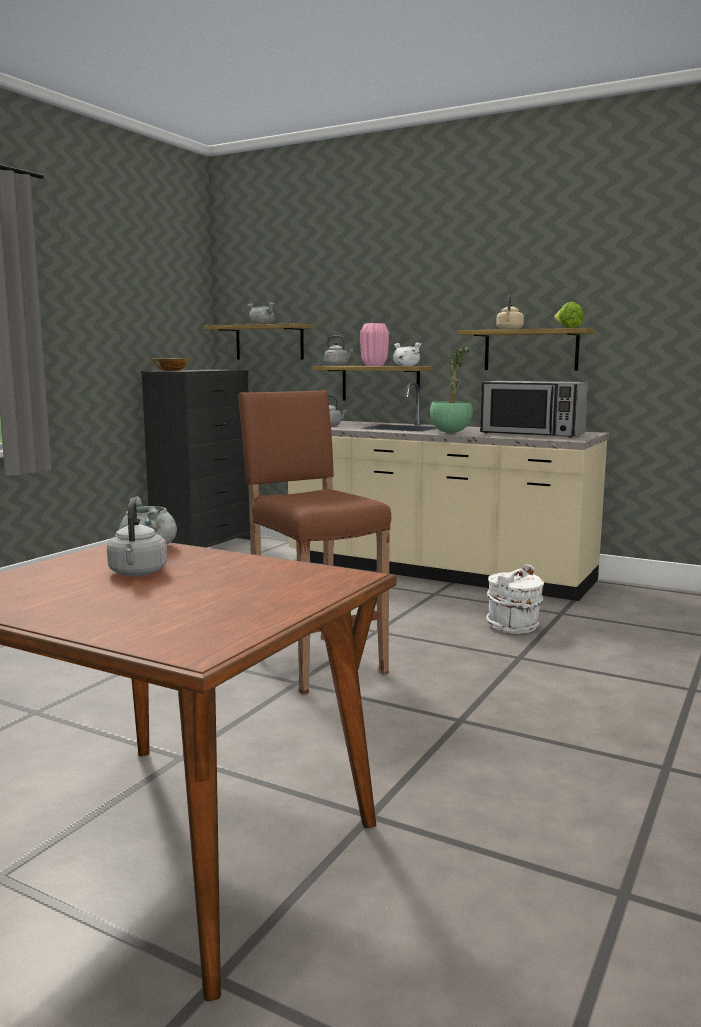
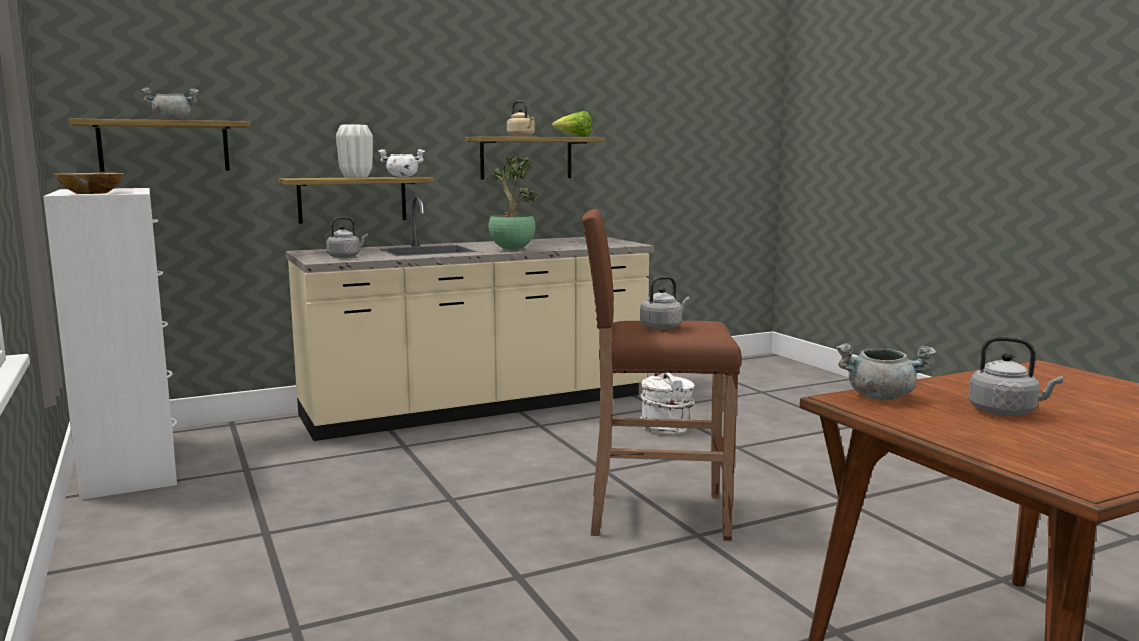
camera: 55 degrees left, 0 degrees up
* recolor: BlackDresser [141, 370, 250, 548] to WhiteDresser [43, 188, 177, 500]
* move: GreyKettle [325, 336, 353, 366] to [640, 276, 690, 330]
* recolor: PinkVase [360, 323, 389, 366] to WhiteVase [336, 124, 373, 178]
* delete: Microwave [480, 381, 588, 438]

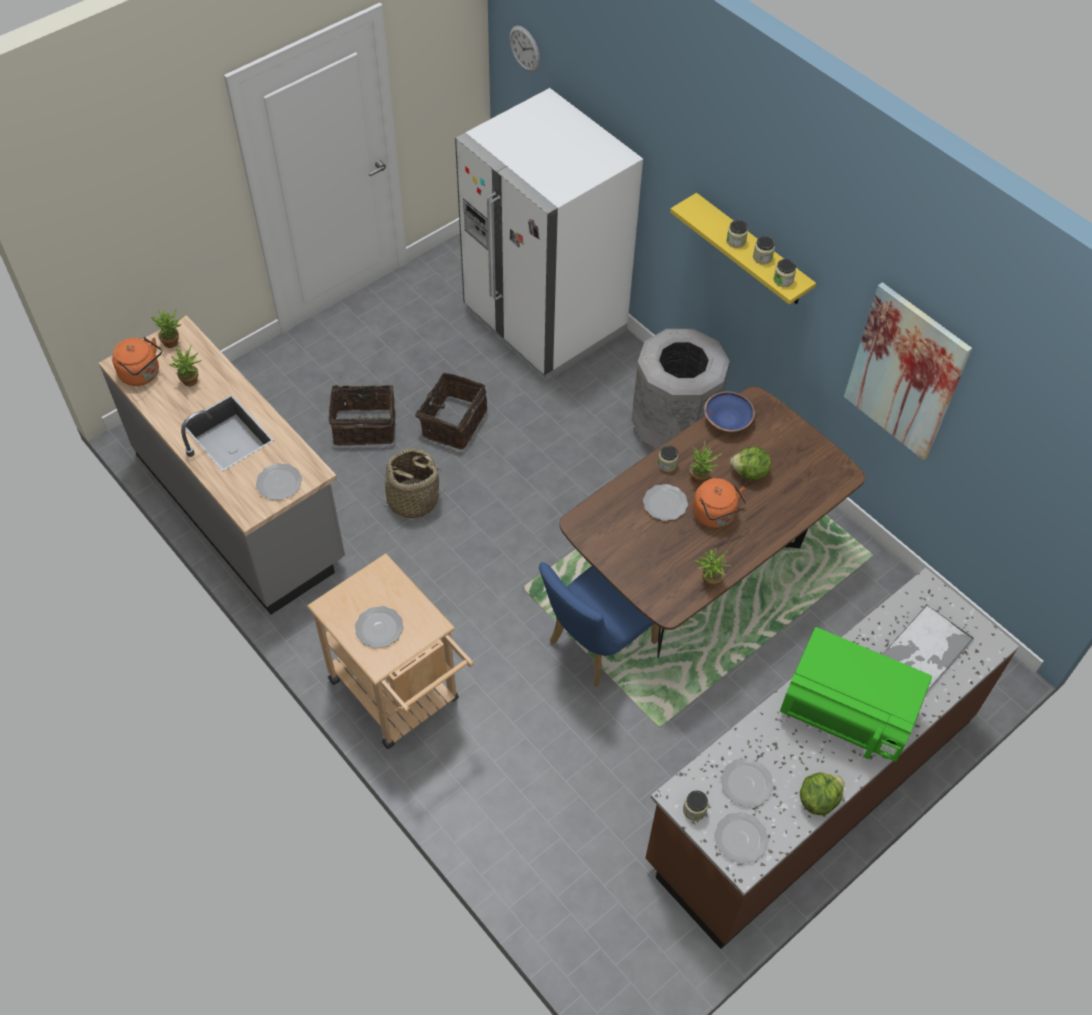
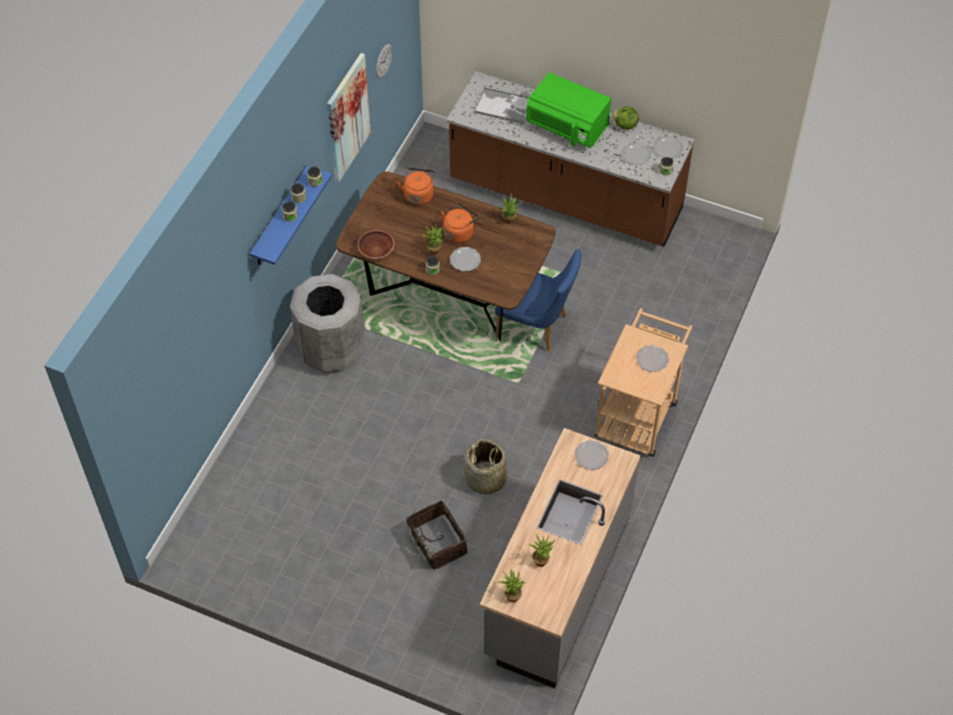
camera: 115 degrees left, 0 degrees up
* move: OrangeKettle [112, 337, 162, 386] to [397, 168, 435, 205]
* delete: Basket [407, 373, 487, 450]
* delete: WhiteFridge [455, 88, 643, 381]
* move: WallClock [509, 26, 540, 72] to [376, 43, 392, 79]
* recolor: YellowShelf [670, 193, 816, 305] to BlueShelf [250, 165, 332, 265]
* recolor: BlueBowl [704, 391, 755, 432] to BrownBowl [357, 230, 395, 259]
* delete: Lettuce [730, 447, 771, 481]
* rotate: GreenMicrowave [780, 627, 932, 762] = [526, 72, 611, 148] 120 degrees clockwise

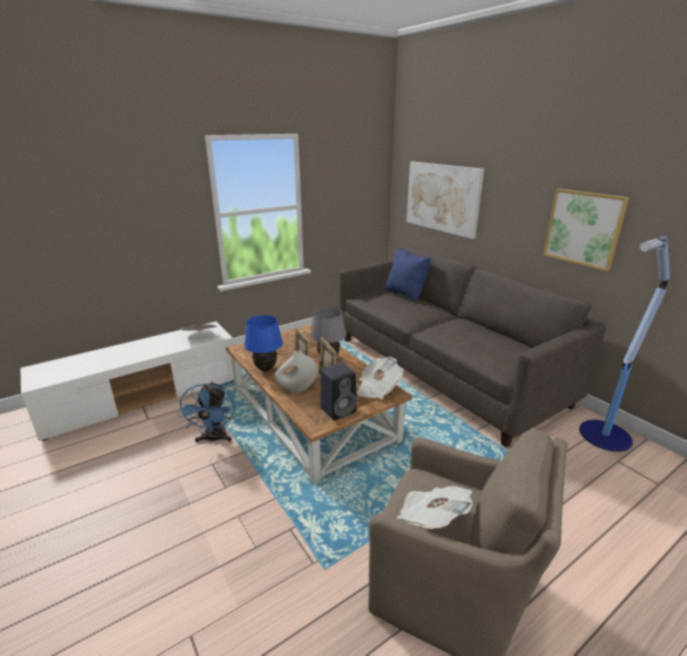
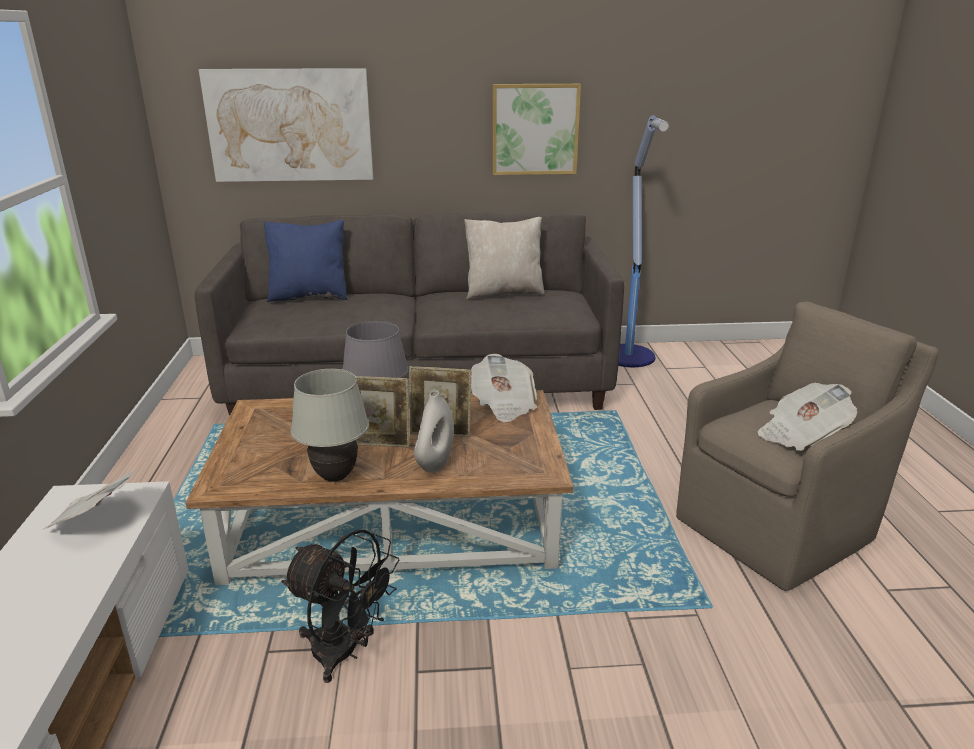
camera: 60 degrees left, 0 degrees up
* recolor: BlueFan [178, 381, 234, 444] to BlackFan [281, 530, 399, 683]
* recolor: BlueTableLamp [244, 315, 283, 371] to WhiteTableLamp [291, 369, 369, 482]
* delete: BlackSpeaker [321, 363, 357, 421]
* insert: BeigePillow [464, 217, 545, 299]

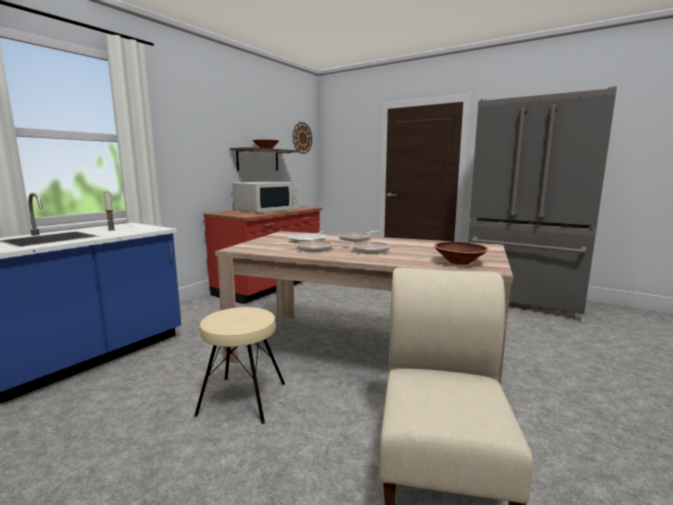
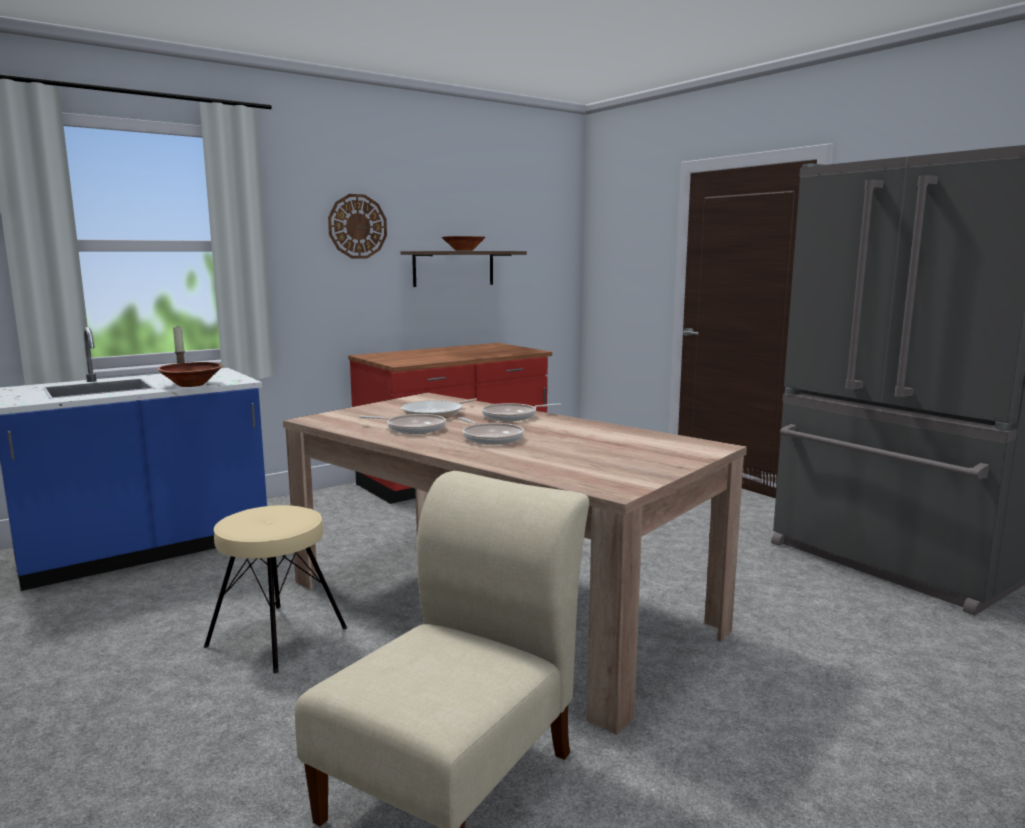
camera: 20 degrees right, 0 degrees up
* delete: WhiteMicrowave [232, 181, 299, 213]
* move: WallClock [293, 122, 312, 154] to [328, 194, 387, 259]
* move: BrownBowl [434, 242, 489, 265] to [157, 362, 222, 387]

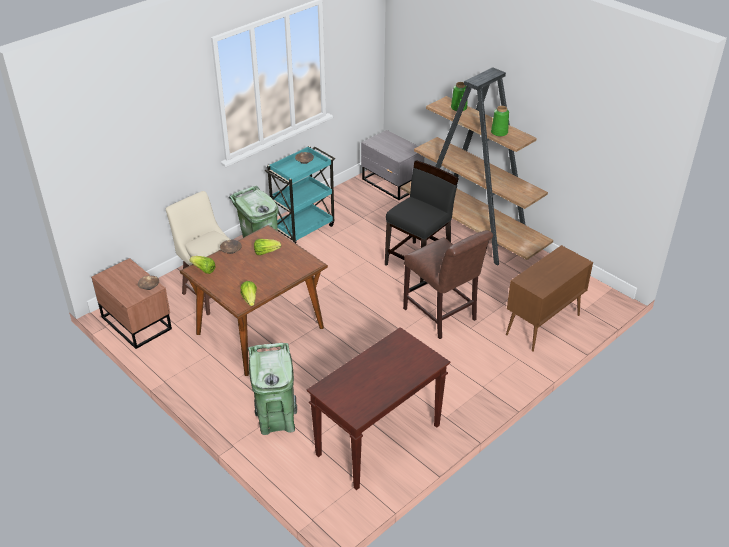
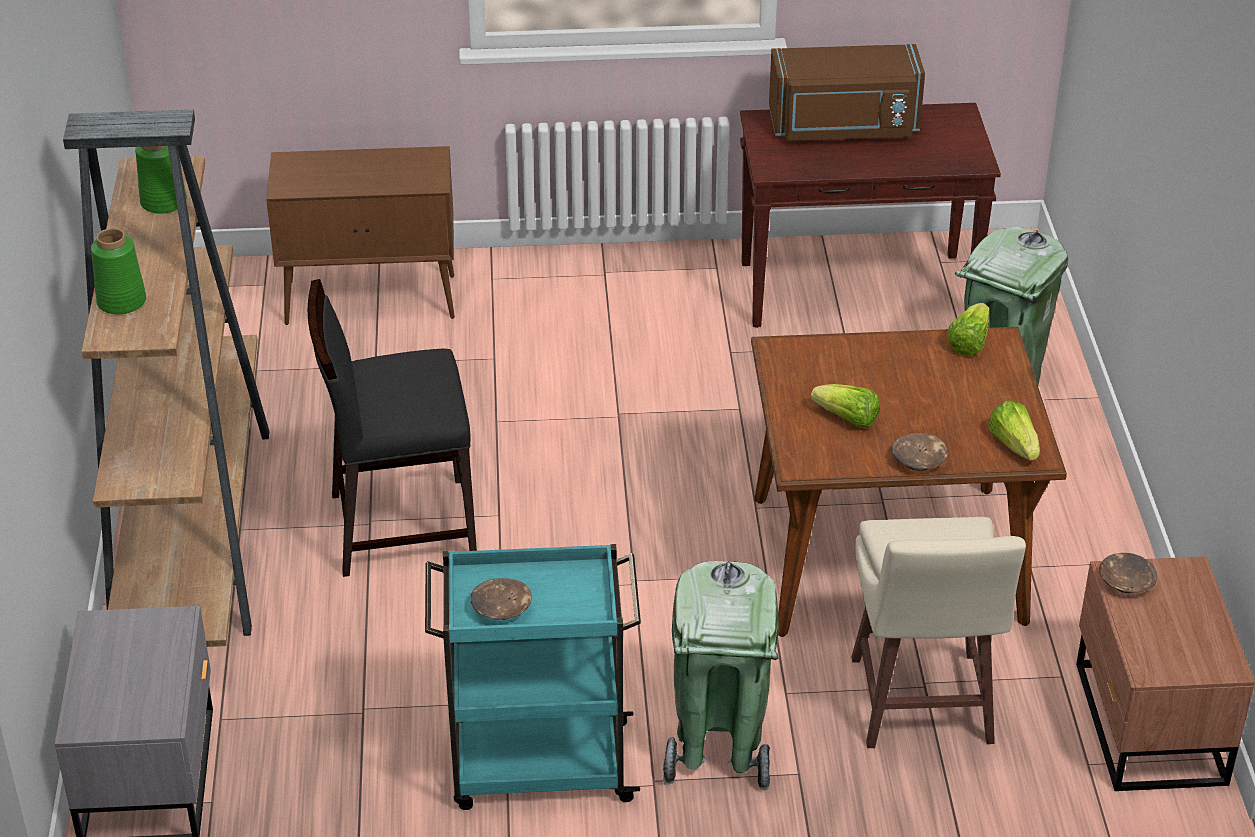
camera: 140 degrees left, 0 degrees up
* delete: BrownChair [403, 230, 493, 339]
* insert: BrownMicrowave [769, 44, 925, 141]

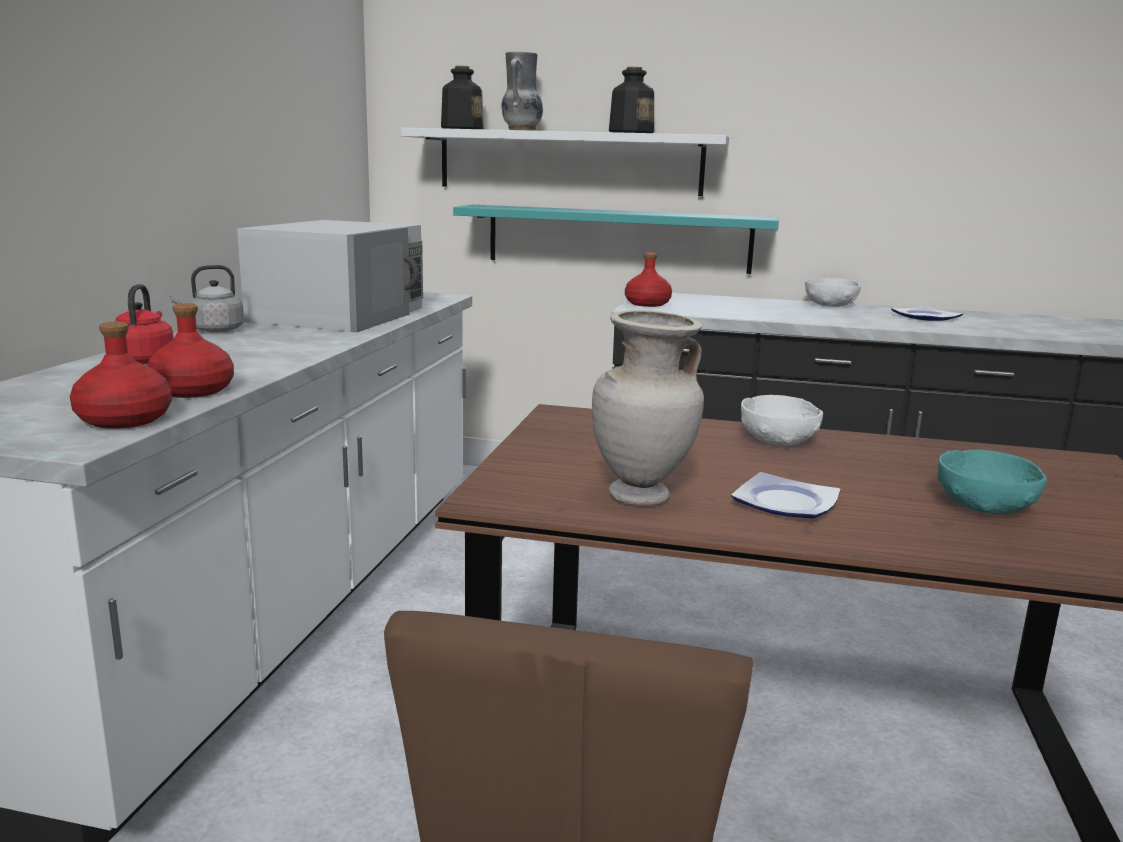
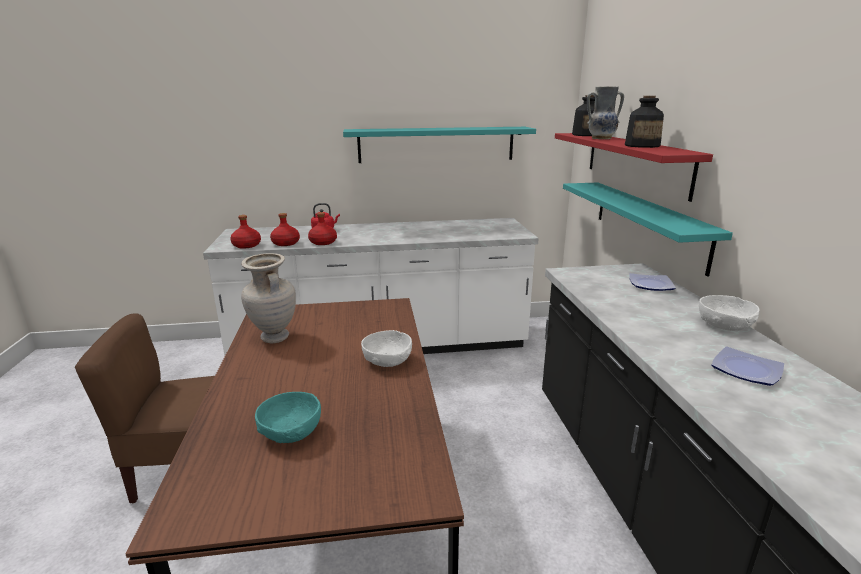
camera: 70 degrees right, 5 degrees up
* delete: GreyKettle [170, 265, 244, 333]
* delete: WhiteMicrowave [237, 220, 423, 332]
* recolor: WhiteShelf [401, 128, 729, 196] to RedShelf [555, 133, 713, 202]
* move: RedBottle [625, 252, 672, 307] to [308, 212, 337, 245]
* move: Plate [731, 472, 841, 518] to [629, 273, 676, 291]
* insert: TurquoiseShelf [343, 127, 536, 163]

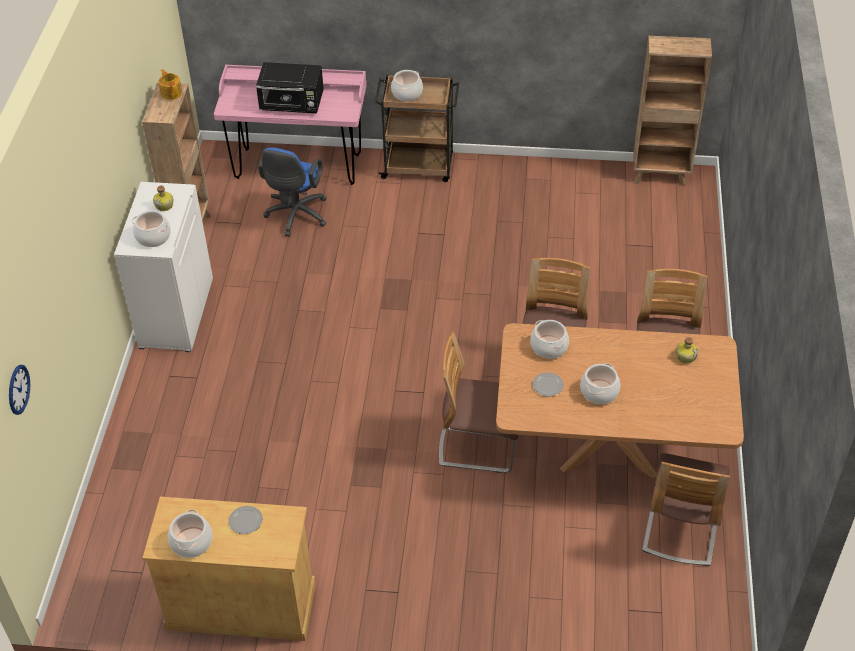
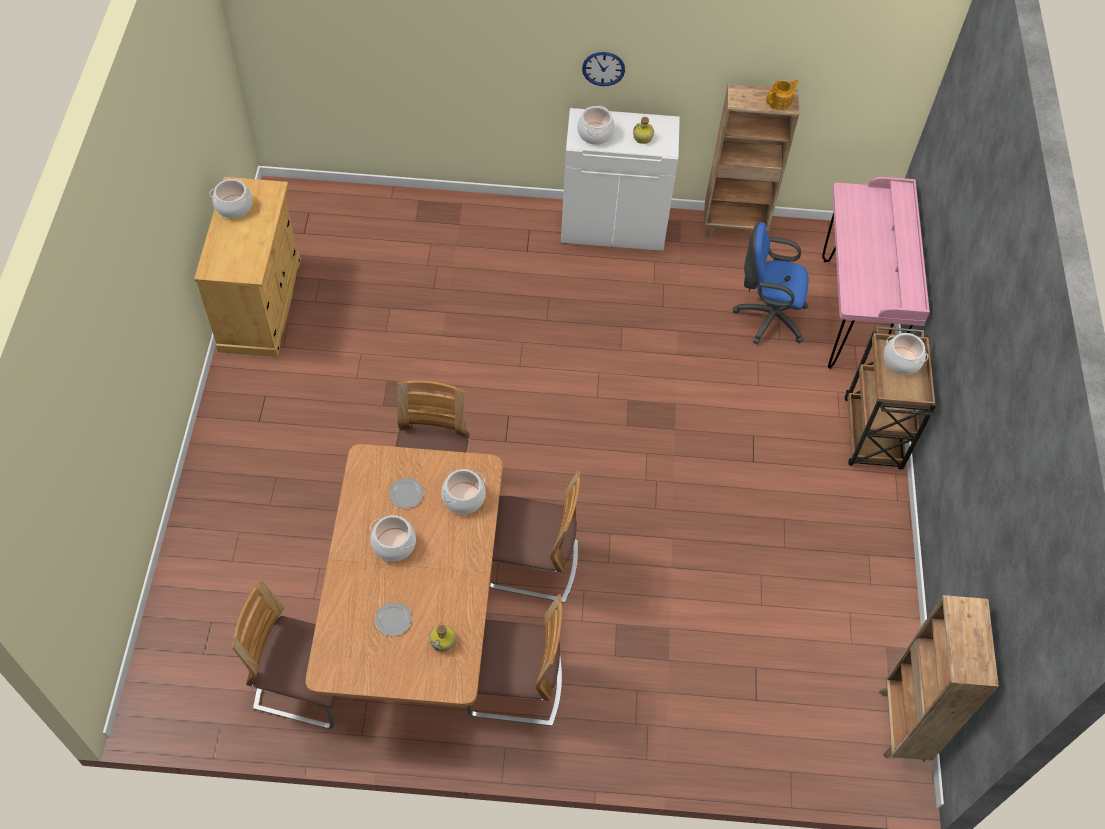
camera: 85 degrees right, 10 degrees up
* move: WallClock [9, 365, 30, 415] to [582, 52, 625, 86]
* move: Plate [228, 506, 263, 534] to [375, 602, 412, 636]
* delete: BlackMicrowave [256, 62, 324, 113]

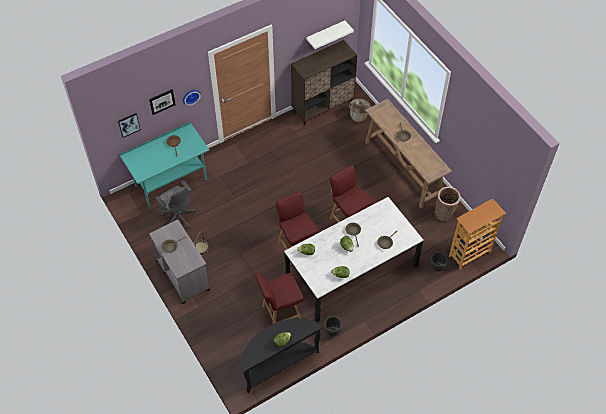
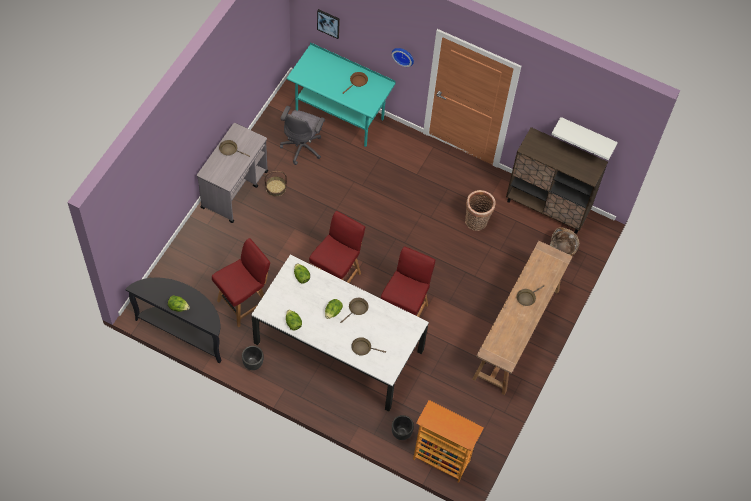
camera: 55 degrees right, 5 degrees up
* delete: Picture [149, 89, 176, 115]
* rotate: RedChair [255, 273, 304, 324] = [212, 238, 270, 327] 105 degrees clockwise
* move: Basket [435, 187, 461, 221] to [465, 190, 496, 231]

